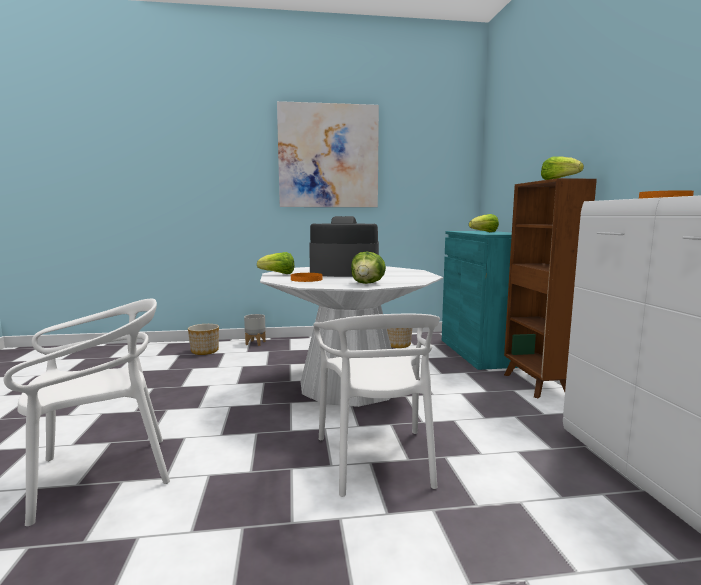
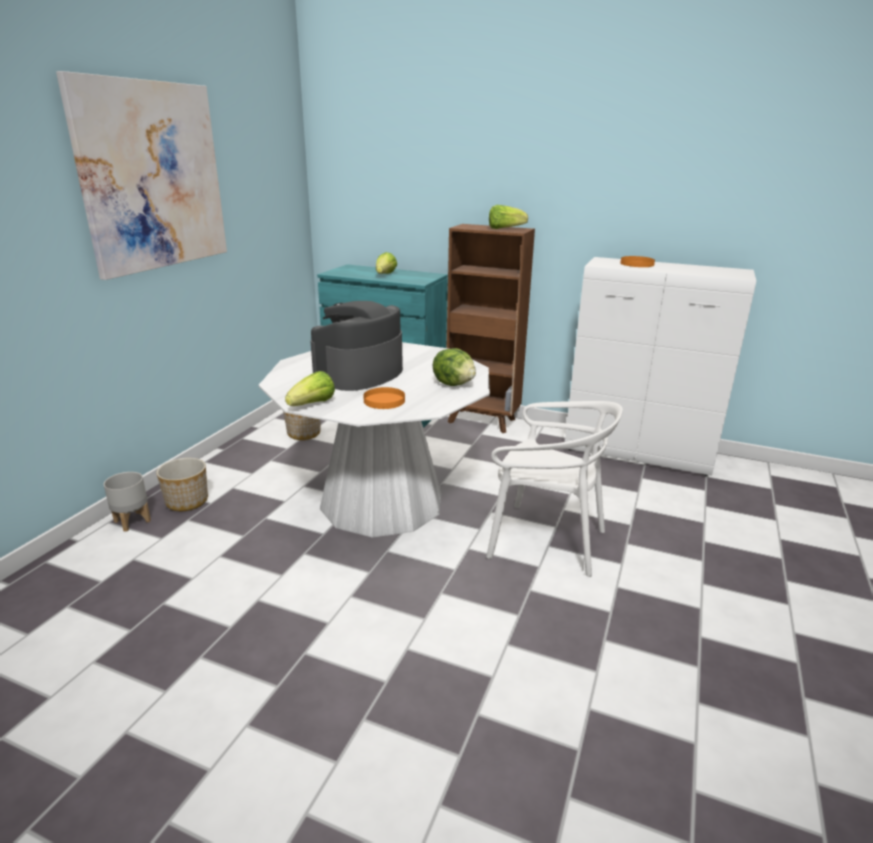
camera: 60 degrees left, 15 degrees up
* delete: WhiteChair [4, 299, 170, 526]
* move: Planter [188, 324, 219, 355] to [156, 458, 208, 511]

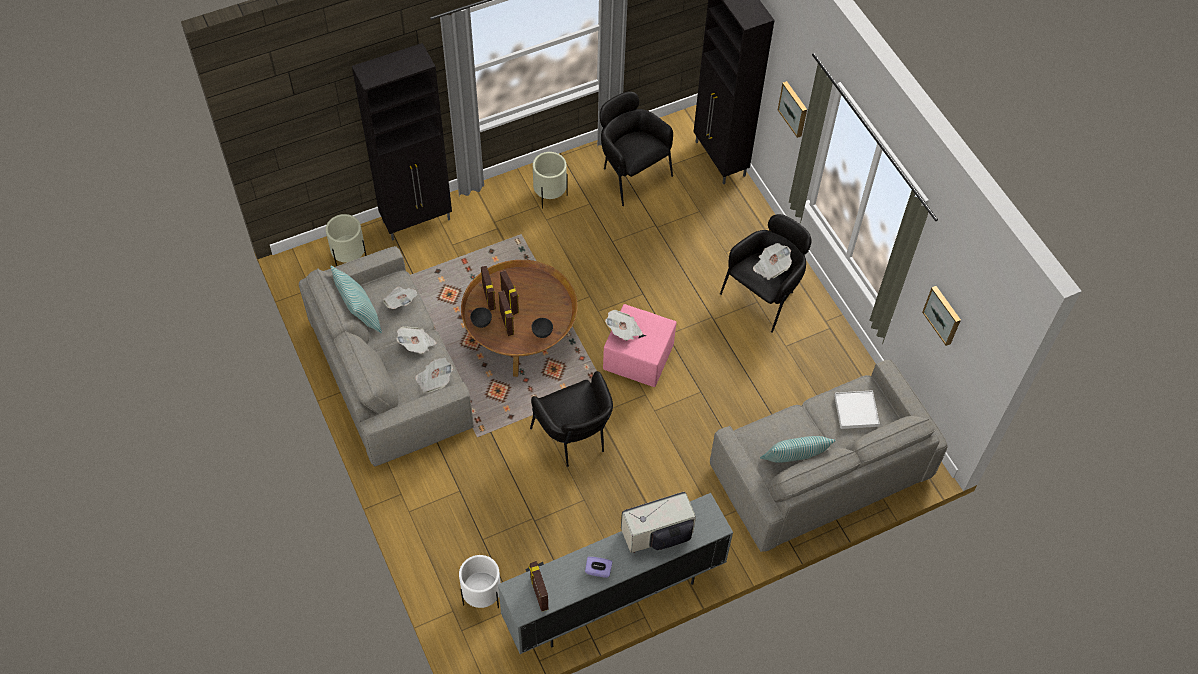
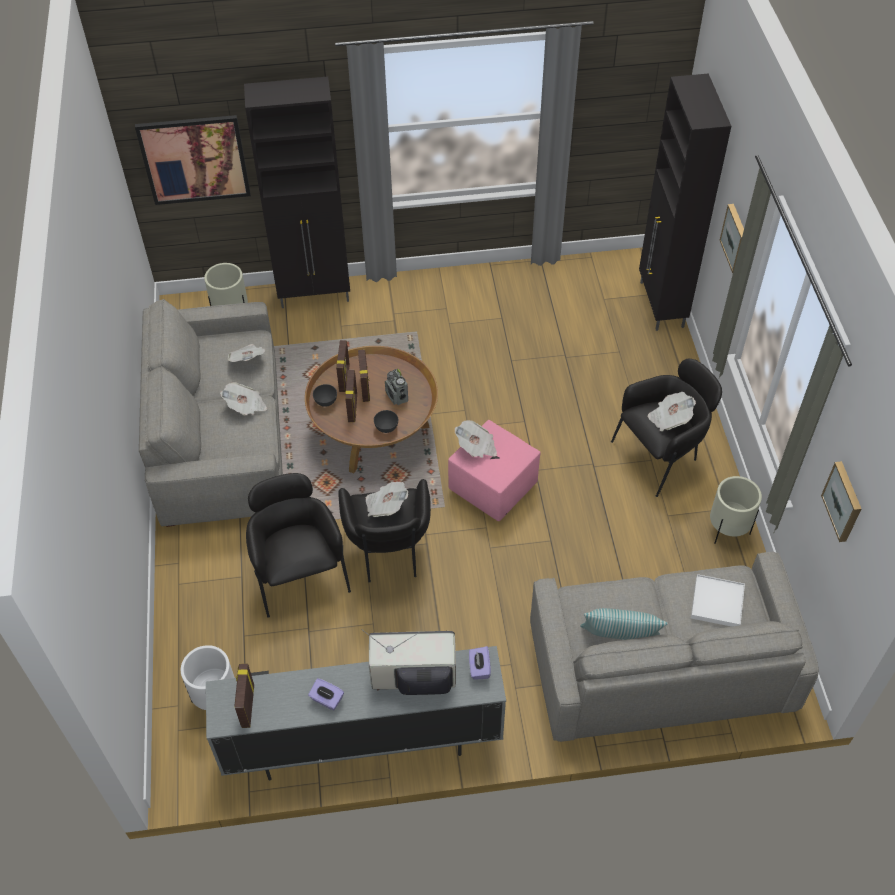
camera: 20 degrees right, 5 degrees down
* delete: Pillow [330, 266, 382, 333]
* move: Newspaper [415, 358, 453, 393] to [365, 482, 408, 517]
* move: BeigePlanter [533, 152, 568, 209] to [710, 476, 762, 544]
* move: BlackArmchair [600, 92, 673, 206] to [246, 473, 351, 618]
* insert: Picture [135, 115, 251, 205]
* insert: Radio [385, 369, 408, 405]
* insert: PurpleTissueBox [469, 646, 491, 680]

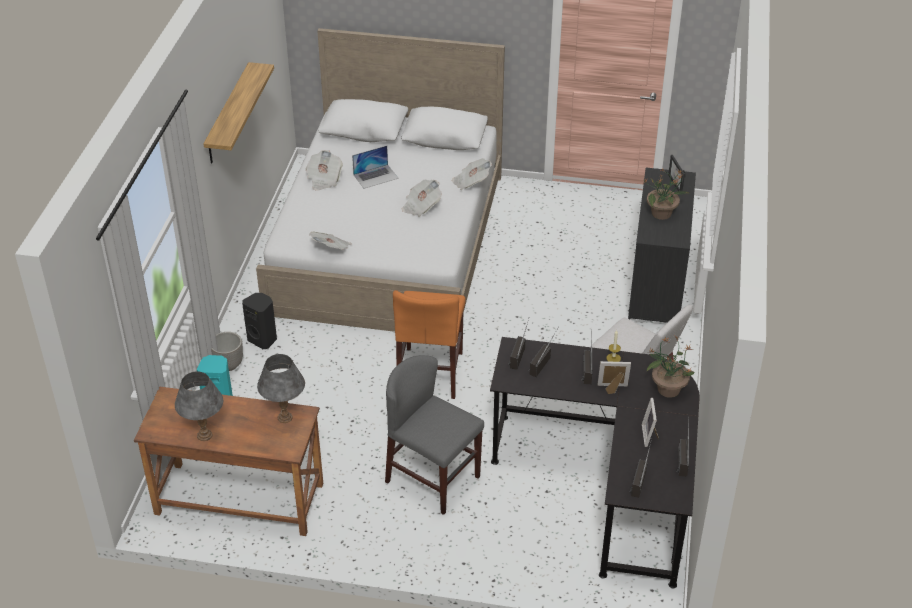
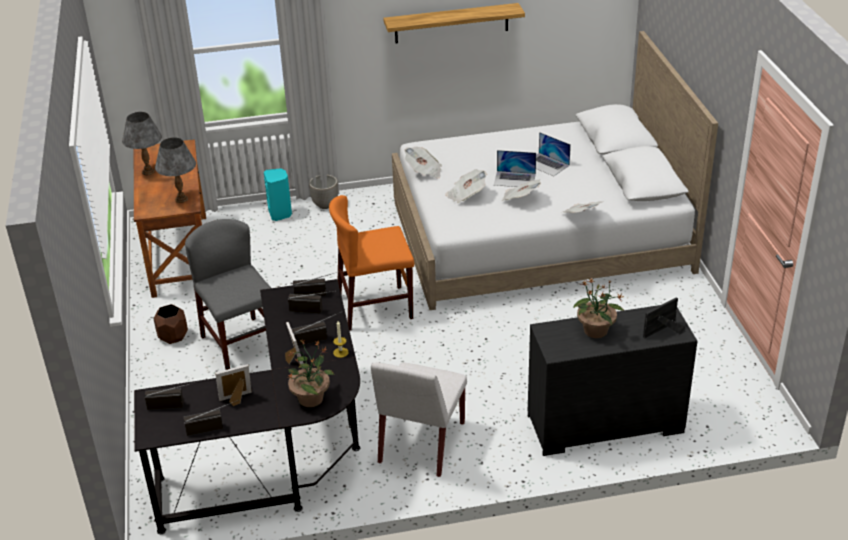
camera: 70 degrees right, 5 degrees down
* delete: BlackSpeaker [242, 293, 277, 349]
* move: Newspaper [306, 150, 343, 190] to [445, 169, 487, 203]
* rotate: GreyChair [385, 355, 484, 515] = [185, 219, 271, 370] 45 degrees counterclockwise
* insert: BrownPlanter [153, 304, 188, 344]
* insert: Laptop [494, 150, 536, 187]

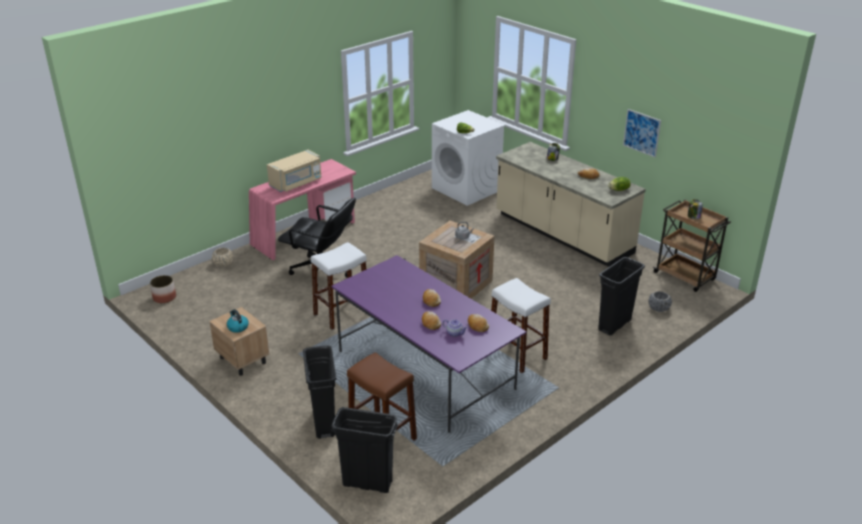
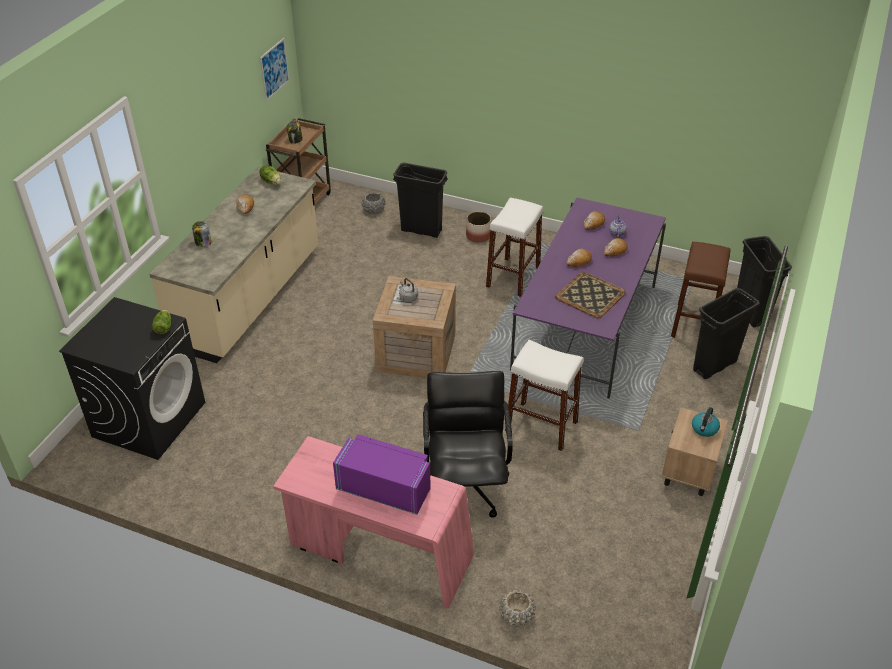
camera: 115 degrees left, 10 degrees up
* move: Planter [150, 275, 176, 303] to [466, 212, 491, 242]
* recolor: BeigeMicrowave [267, 150, 321, 192] to PurpleMicrowave [333, 434, 431, 515]
* recolor: WhiteWashingMachine [432, 110, 505, 206] to BlackWashingMachine [59, 297, 205, 460]
* move: Picture [623, 109, 661, 158] to [260, 38, 289, 101]
* insert: Tray [555, 272, 626, 319]

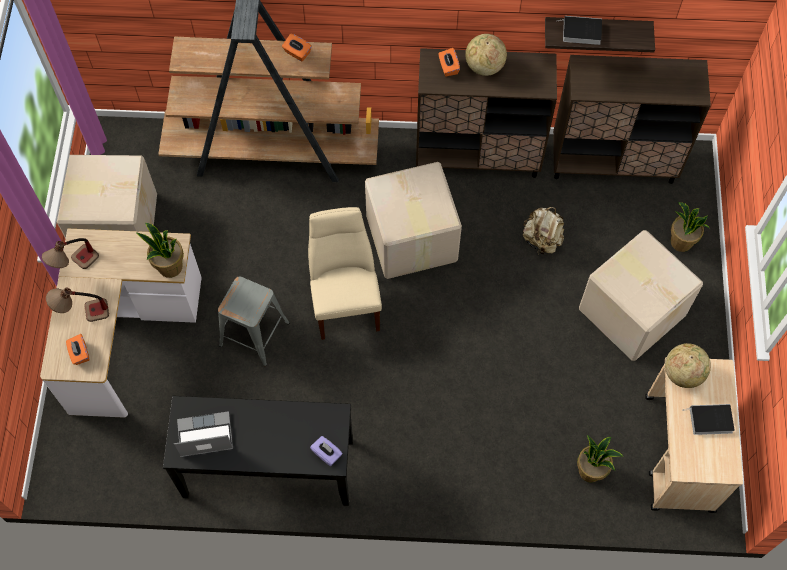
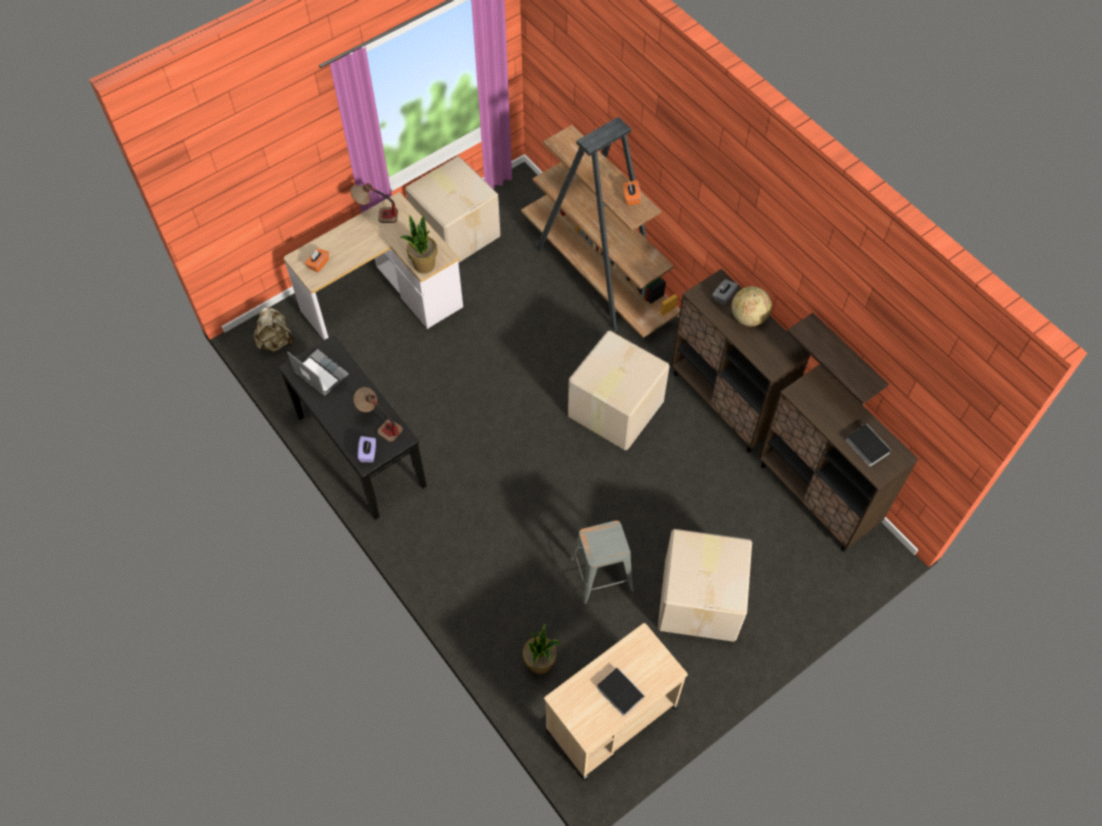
camera: 50 degrees right, 5 degrees down
* move: TableLamp [46, 288, 109, 322] to [353, 387, 403, 442]
* move: GreyStool [218, 276, 290, 366] to [570, 521, 634, 605]
* delete: BeigeChair [308, 207, 382, 340]
* recolor: OrangeTissueBox [438, 48, 460, 76] to GreyTissueBox [712, 279, 738, 305]
* move: BeigeBackpack [523, 207, 564, 255] to [253, 307, 294, 352]
* move: Book [556, 16, 602, 45] to [846, 423, 892, 467]
* delete: Globe [665, 343, 711, 388]
* delete: PottedPlant [671, 202, 709, 252]

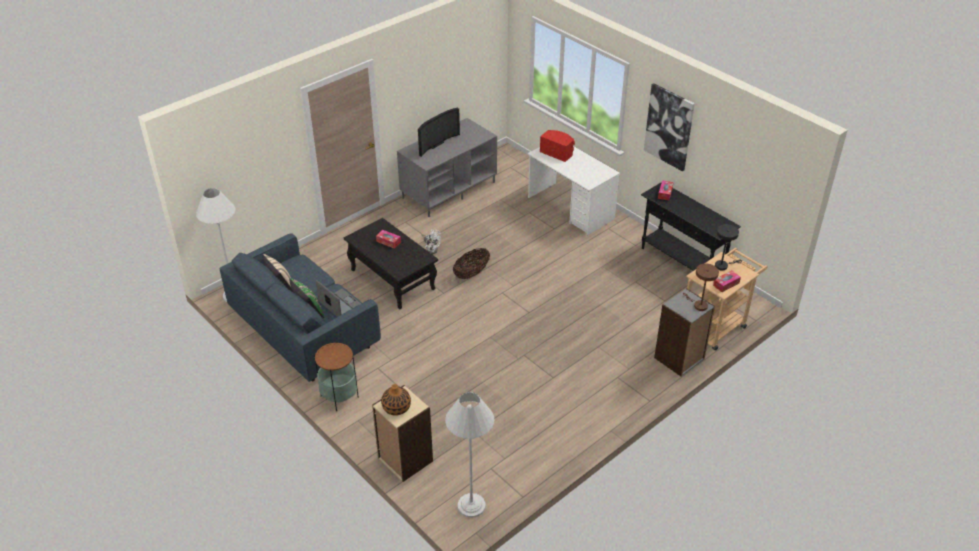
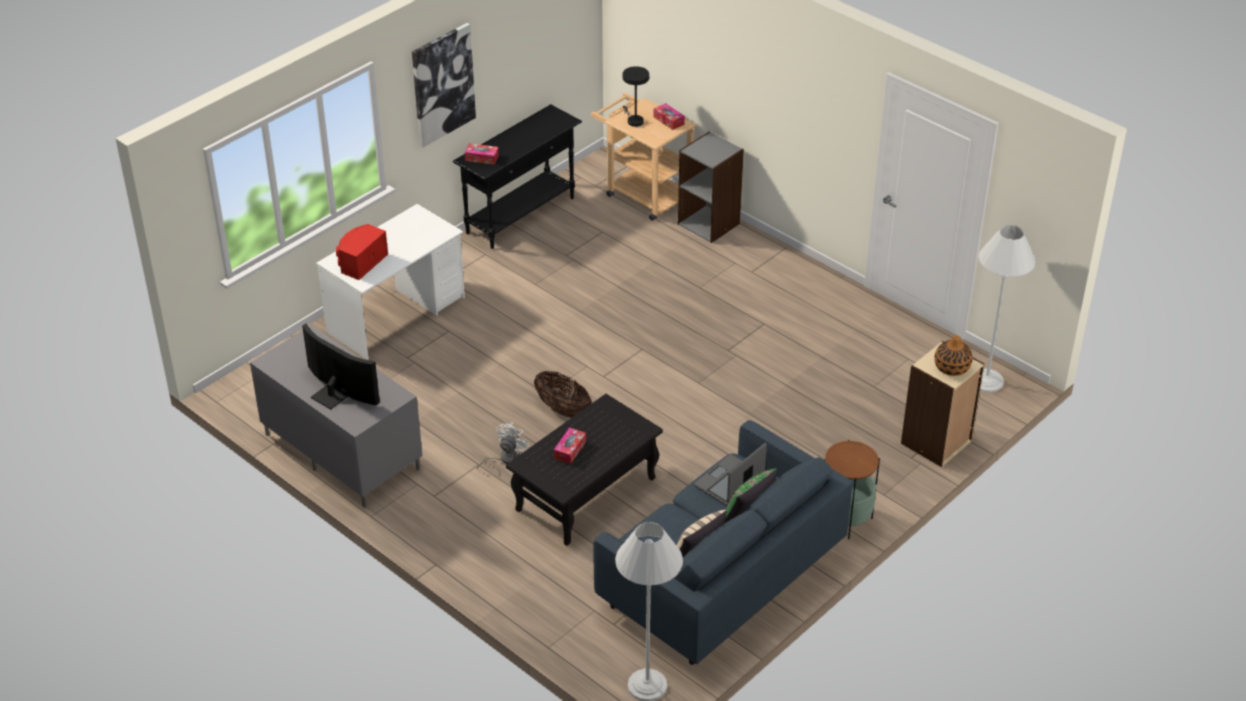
camera: 95 degrees left, 0 degrees up
* delete: BrownTableLamp [683, 264, 719, 311]

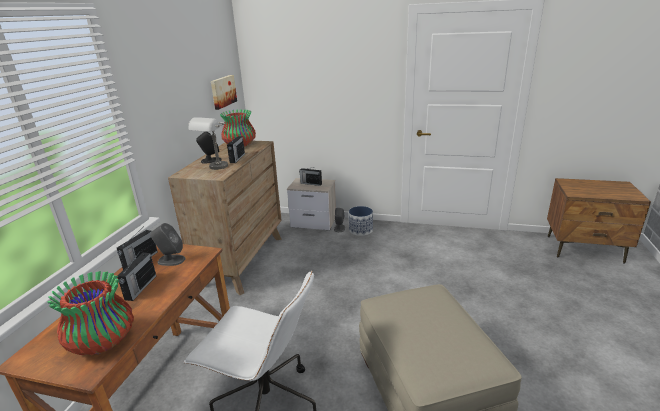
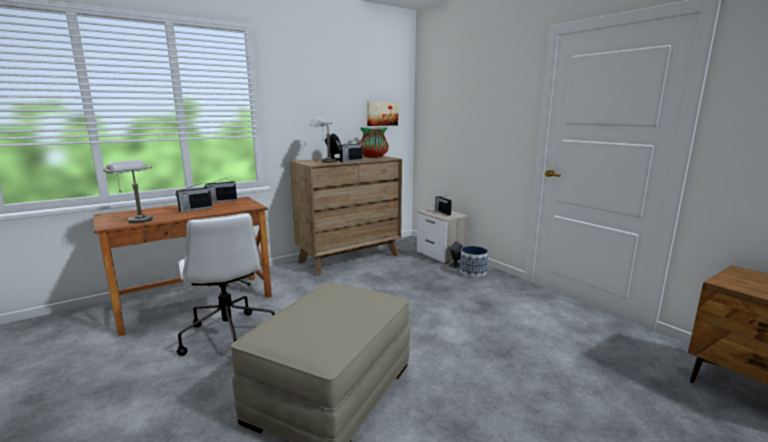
camera: 40 degrees right, 10 degrees down
* replace: Vase [47, 271, 134, 355] to GreyTableLamp [103, 160, 153, 224]
* delete: GreySpeaker [150, 223, 185, 266]

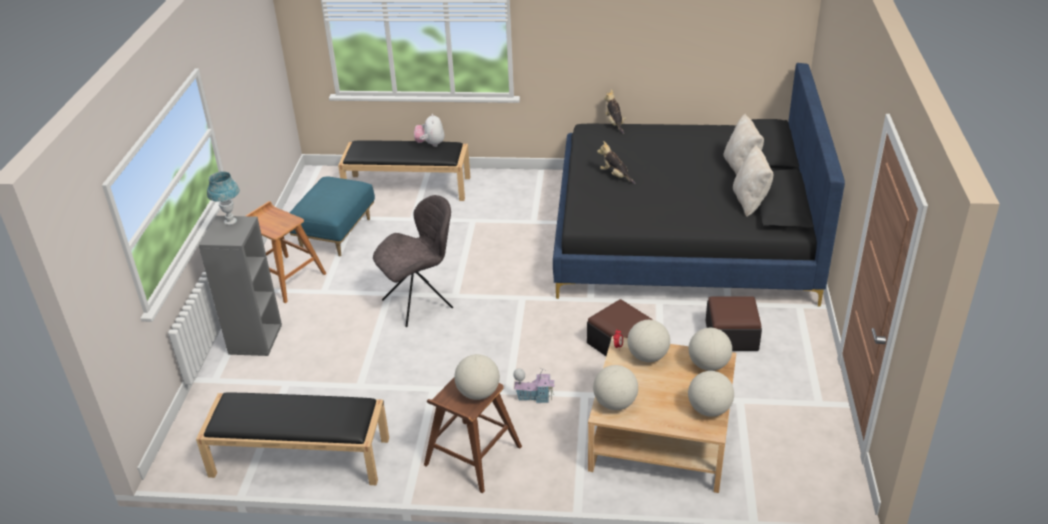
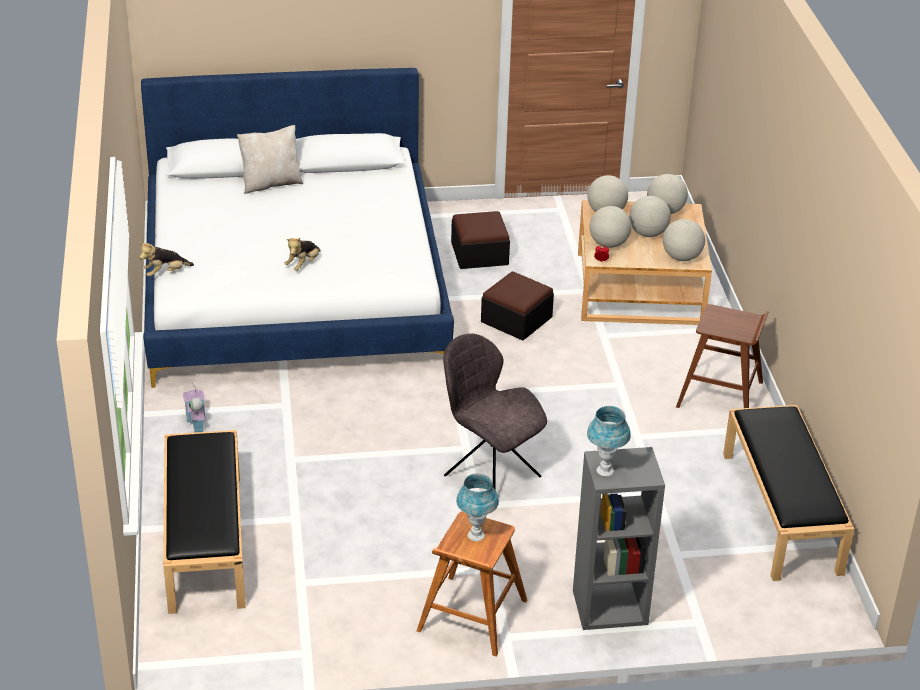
camera: 105 degrees left, 0 degrees up
* delete: BlueOttoman [290, 176, 375, 256]
* delete: PlushToy [414, 114, 445, 147]
* move: Globe [454, 354, 500, 400] to [629, 196, 671, 237]
* move: ToyHouse [513, 367, 555, 403] to [183, 383, 206, 433]
* recolor: BlackBed [553, 63, 845, 307] to WhiteBed [141, 68, 454, 388]
* delete: BeigePillow [733, 145, 773, 217]
* insert: BlueTableLamp [456, 473, 499, 541]

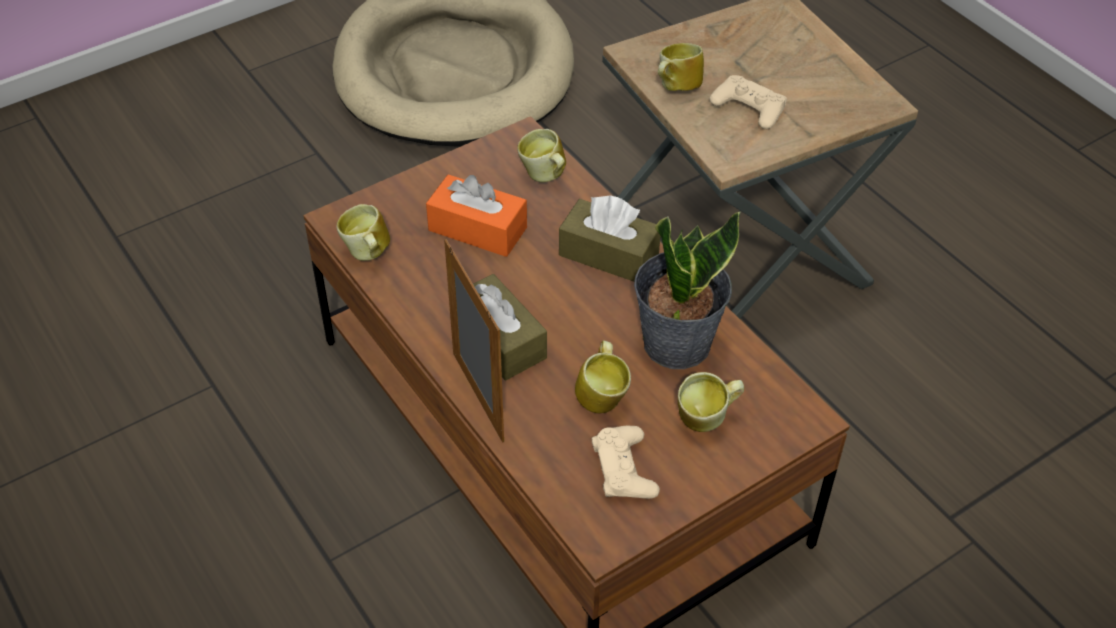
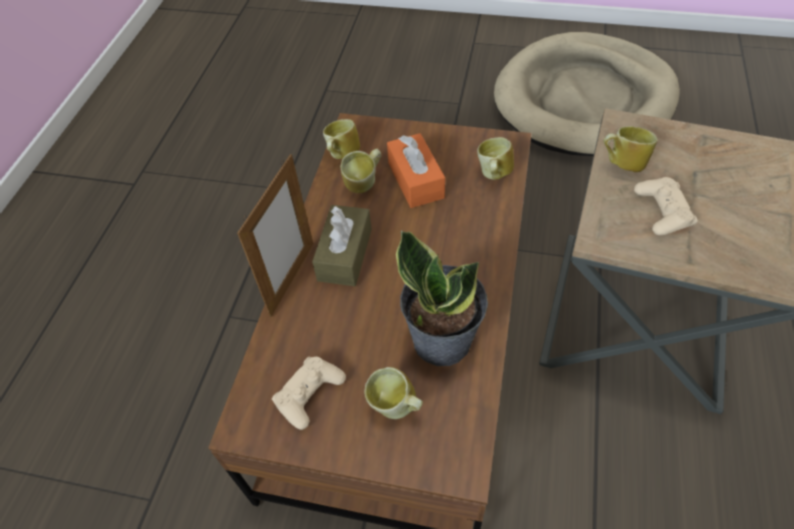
camera: 50 degrees right, 5 degrees up
* delete: BrownTissueBox [559, 195, 661, 282]
* move: Mug [575, 340, 631, 414] to [340, 149, 381, 193]

